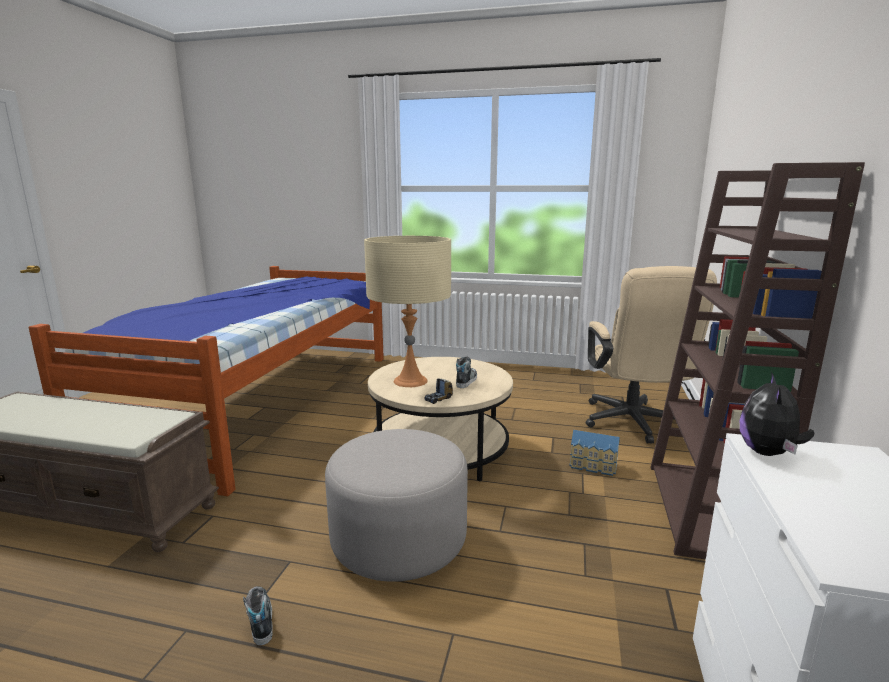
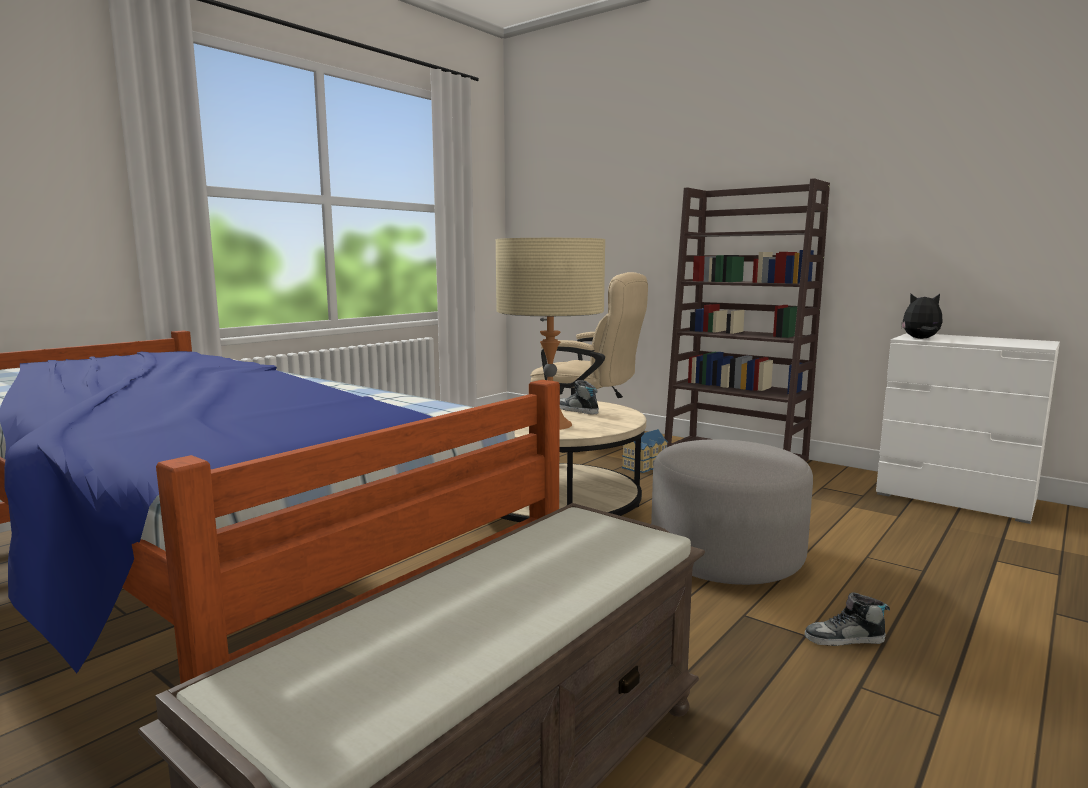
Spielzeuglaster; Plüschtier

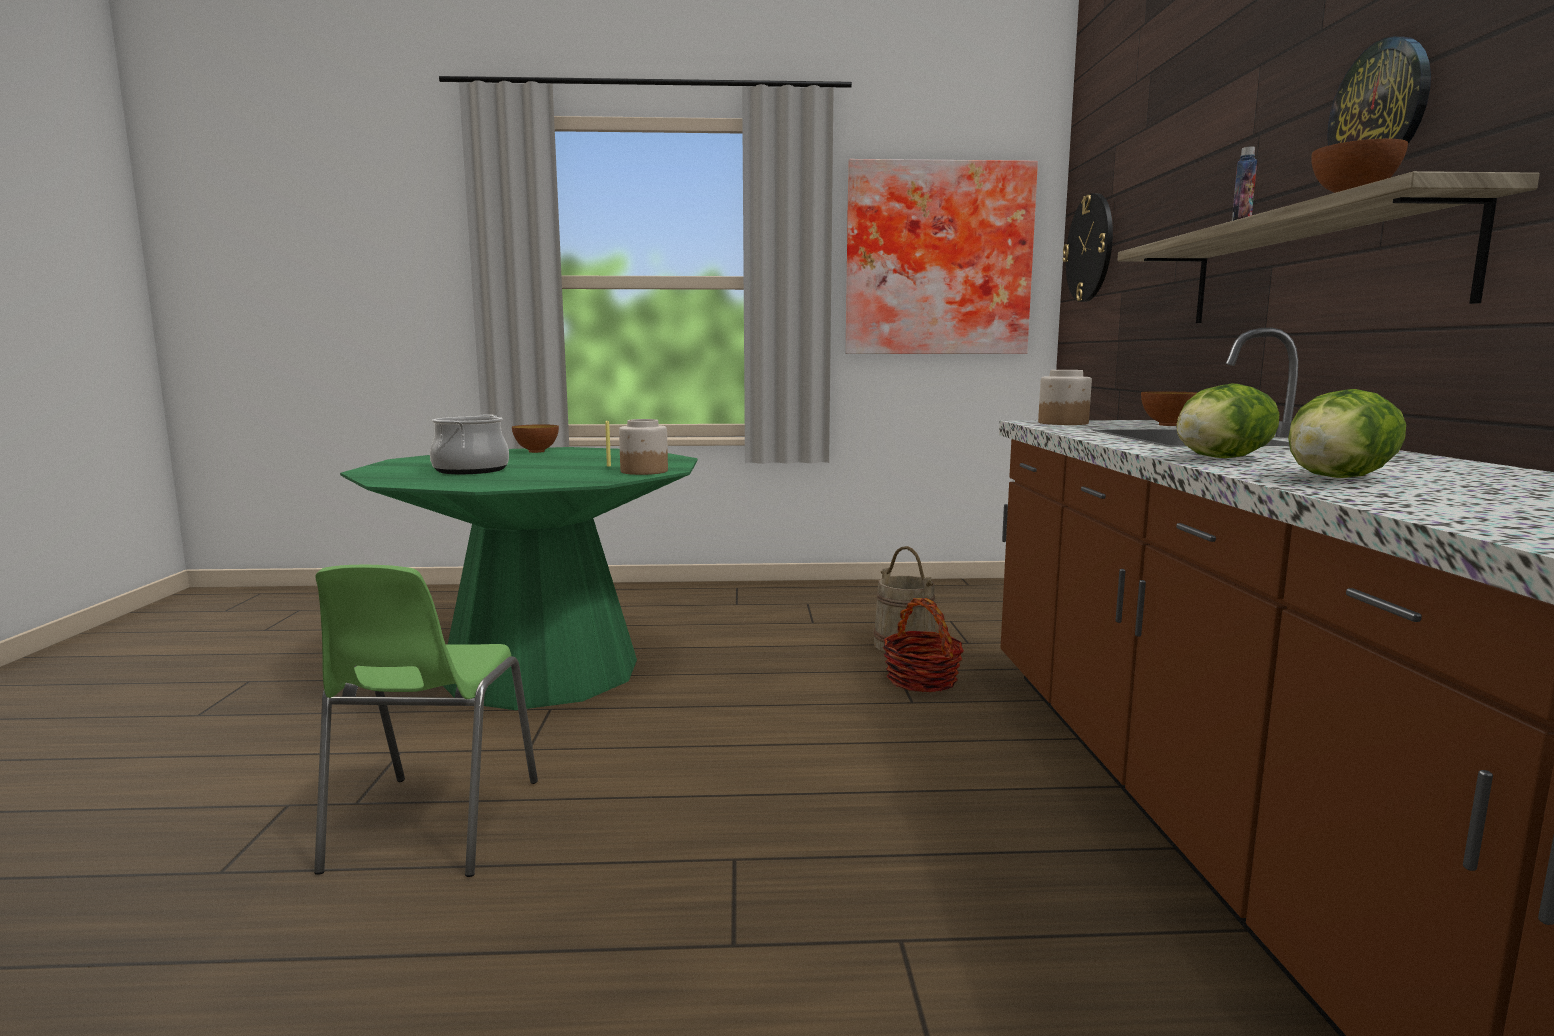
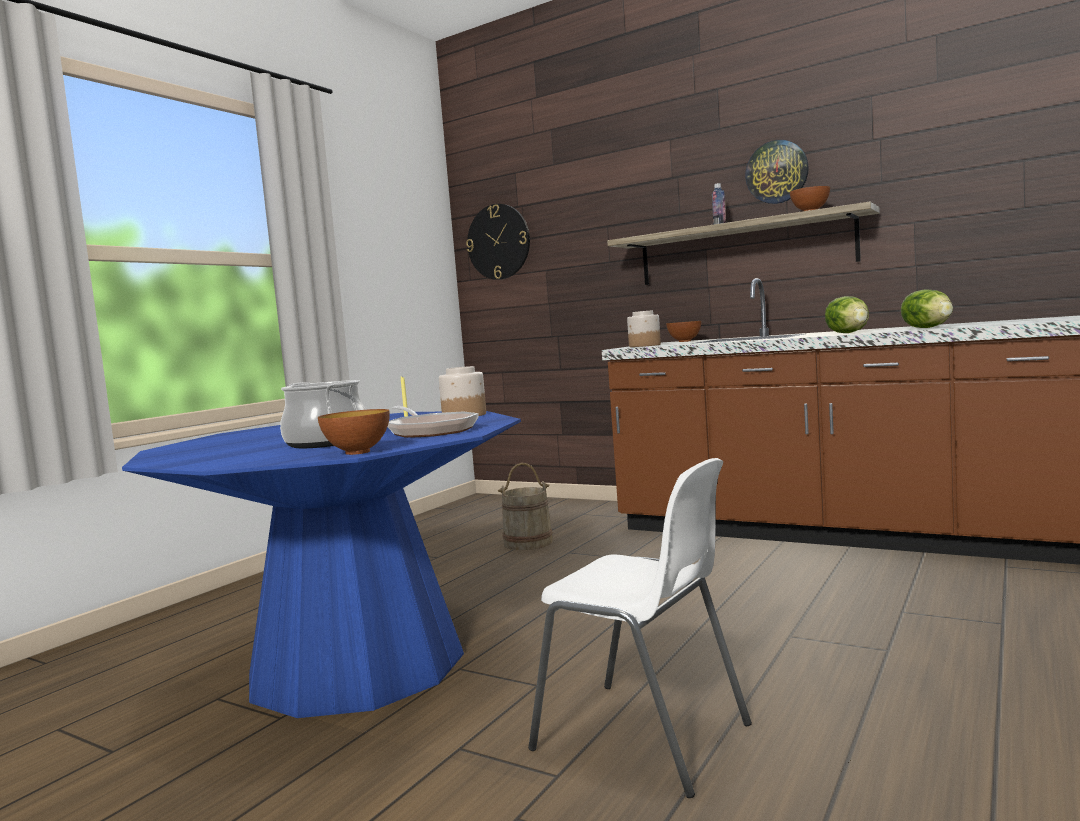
Stuhl/weiß; Esstisch/blau; Schüssel (1st from left); Bild; Korb; Pfanne

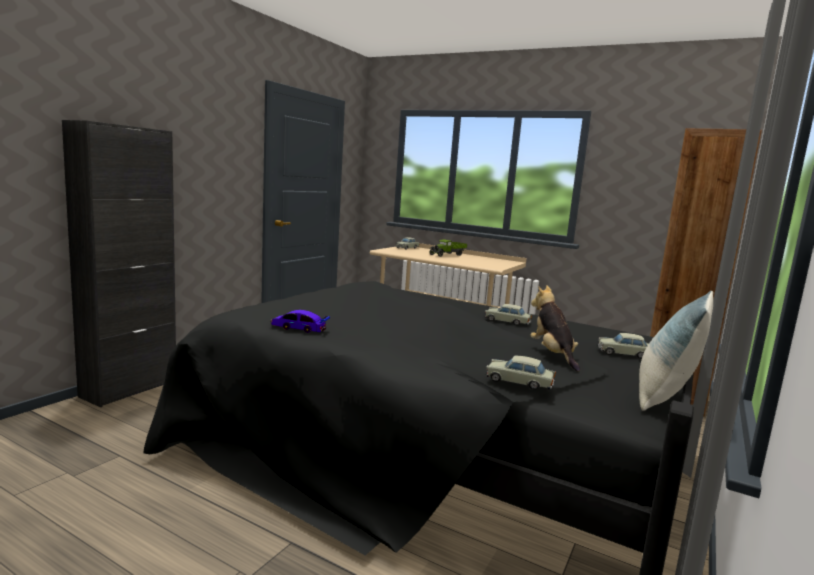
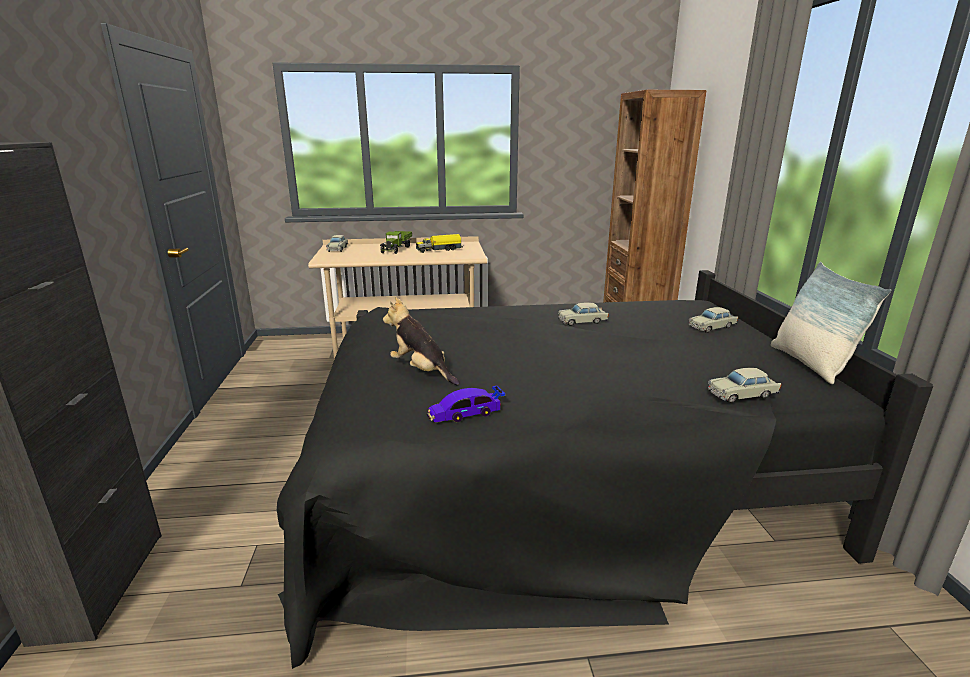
Plüschtier; Spielzeuglaster (2nd from left)

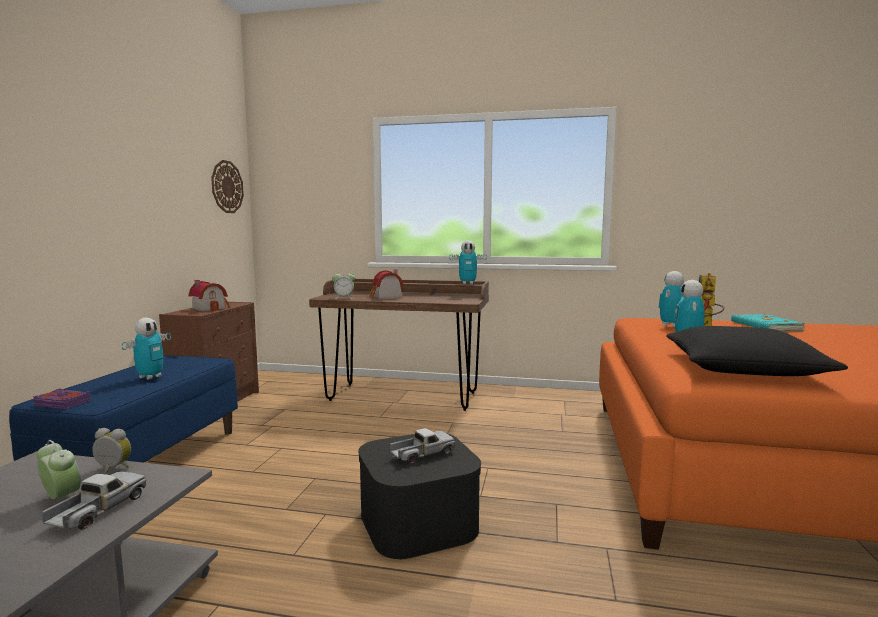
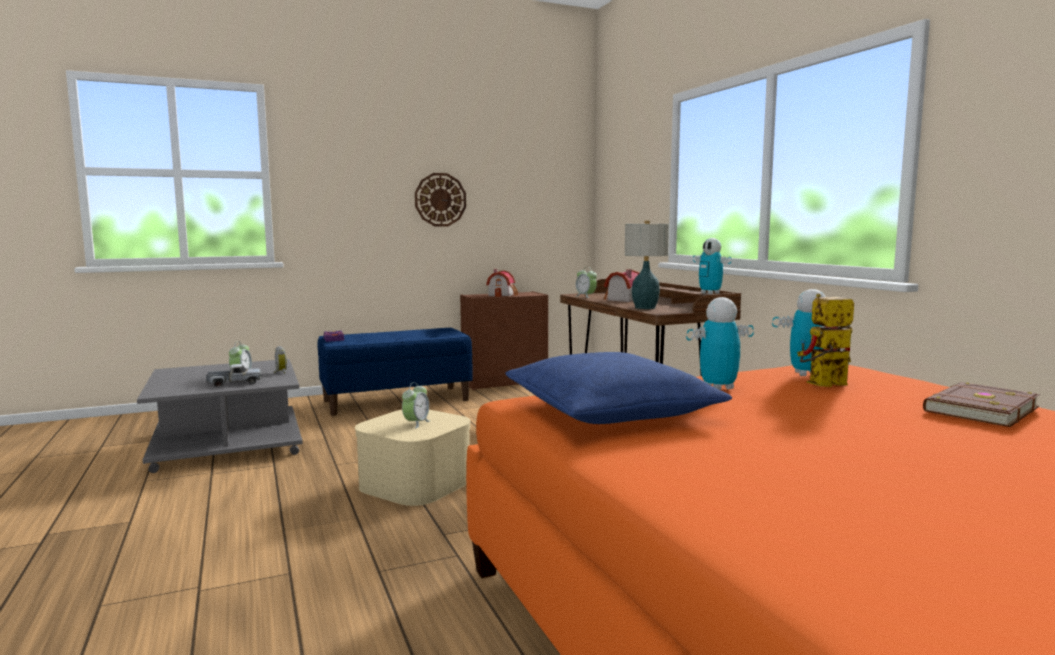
Spielzeugroboter (1st from left in the first image); Wanduhr; Aufbewahrungsbox/beige; Wecker (3rd from left); Kissen/blau; Buch/braun; Tischlampe

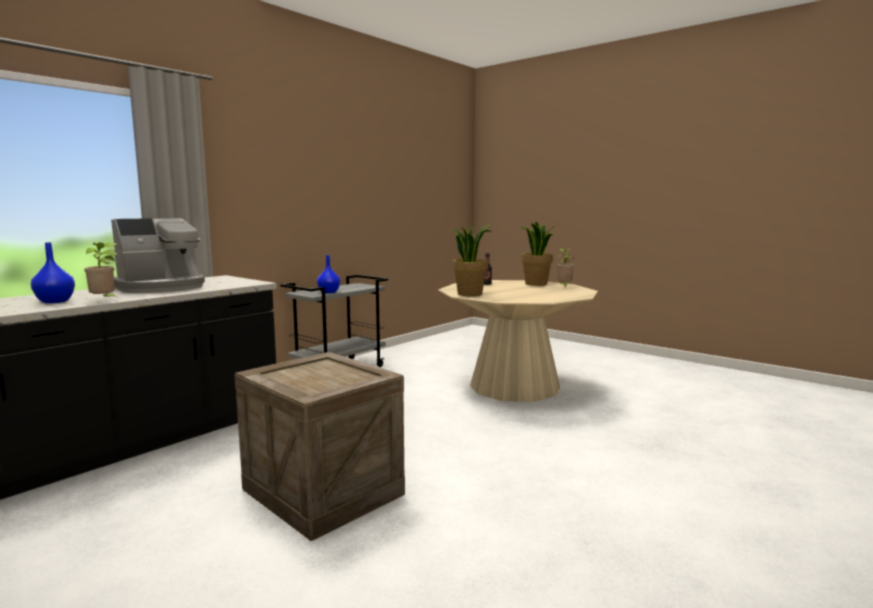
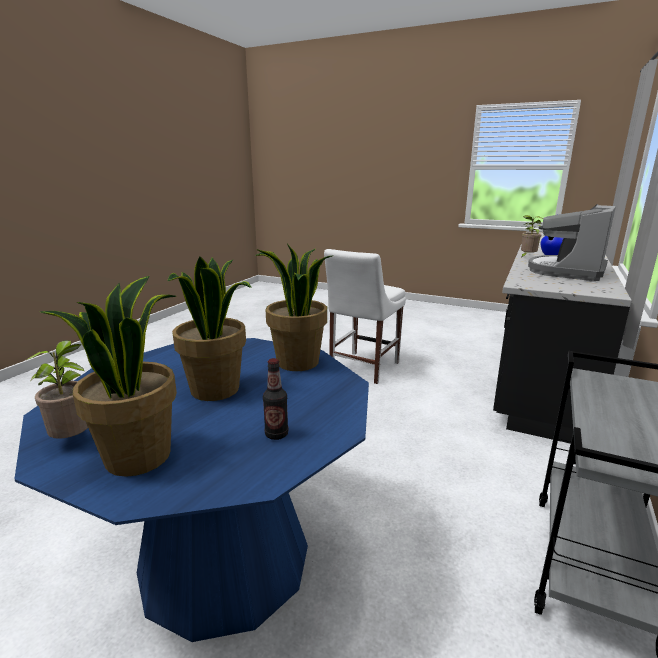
Stuhl/weiß; Vase/blau (2nd from left in the first image); Esstisch/blau; Topfpflanze (3rd from left)

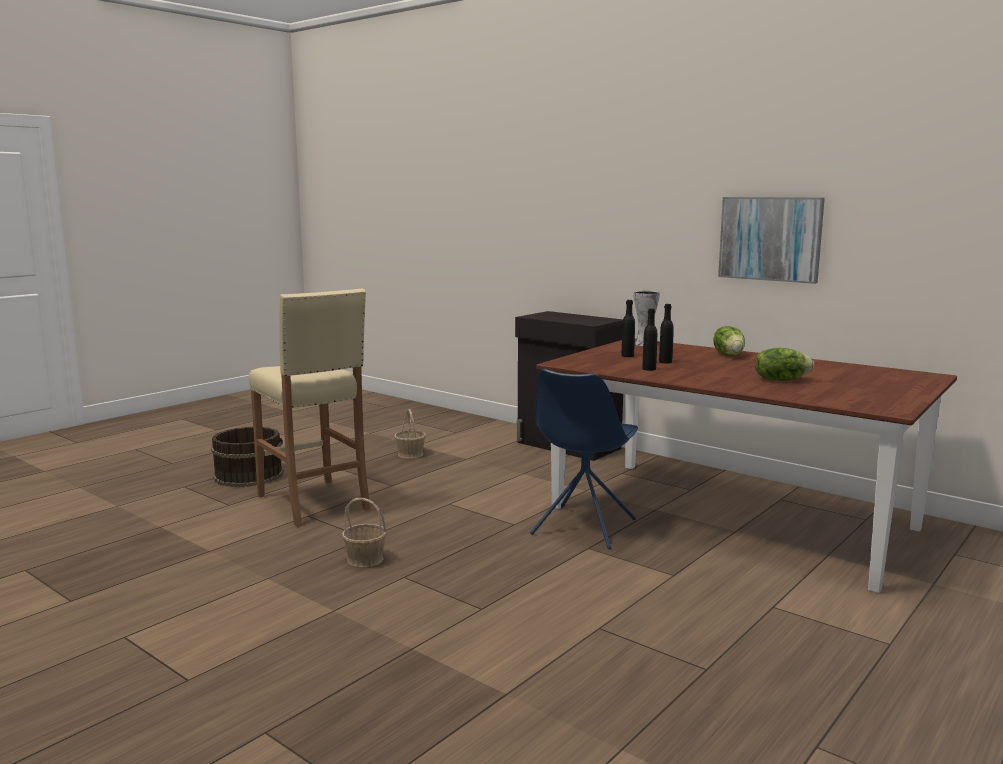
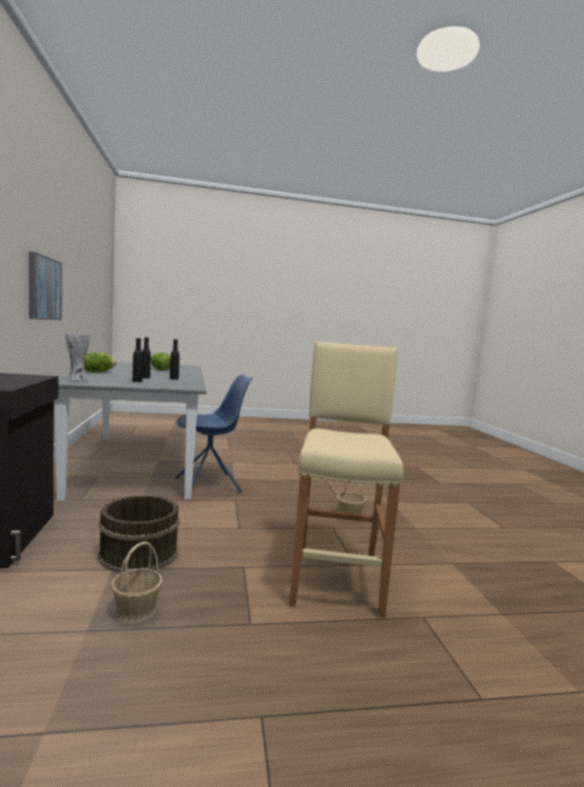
Eimer/braun; Esstisch/grau

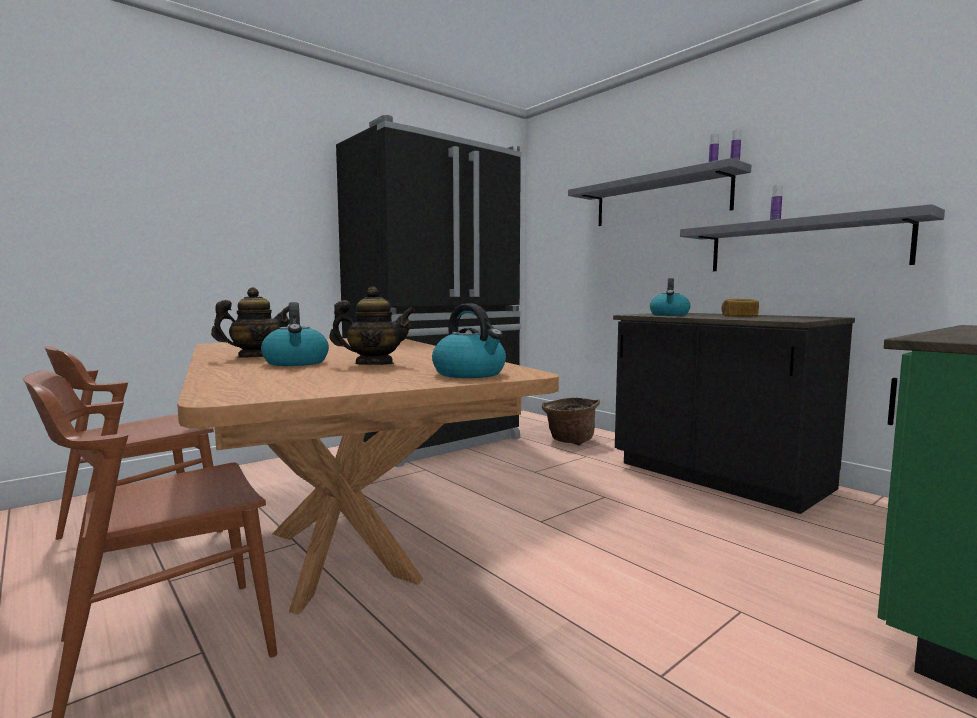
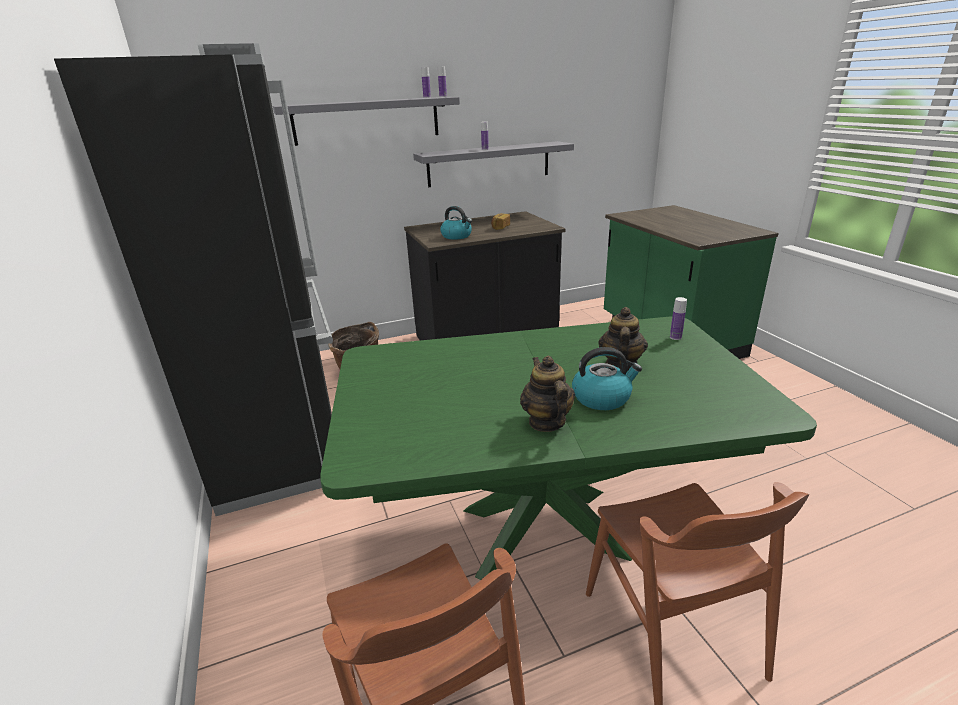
Esstisch/grün; Flasche (4th from left)

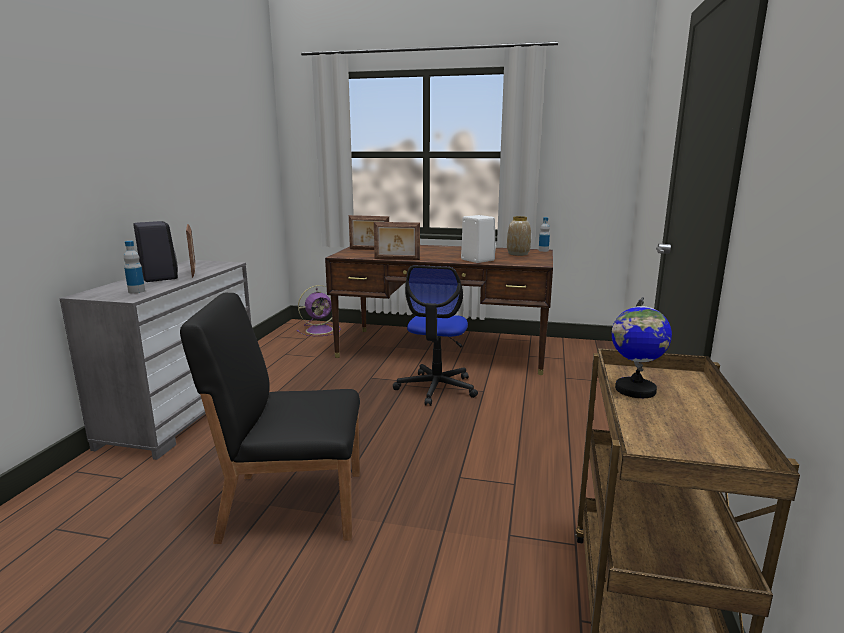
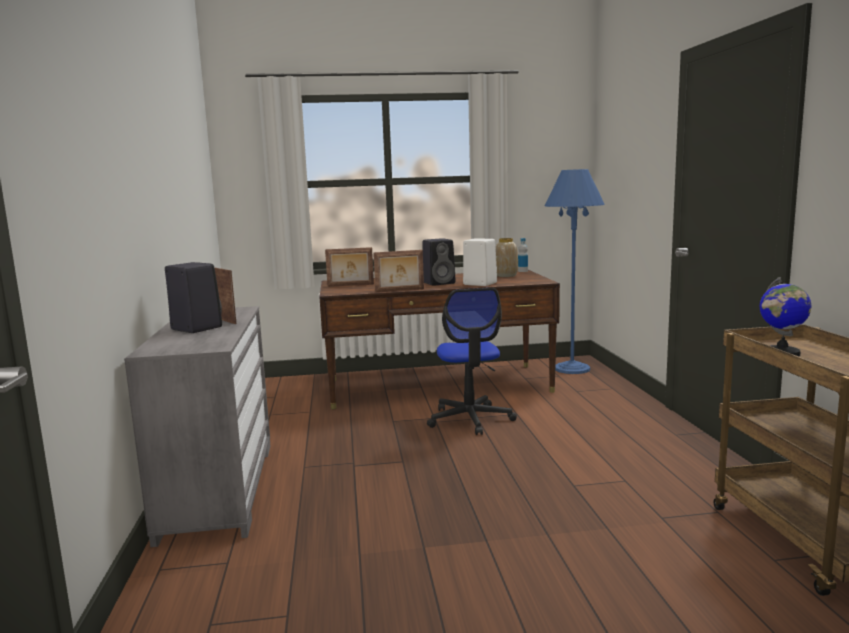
Flasche (1st from left in the first image); Stuhl/schwarz; Ventilator/lila; Lautsprecher/schwarz (2nd from left); Stehlampe/blau

